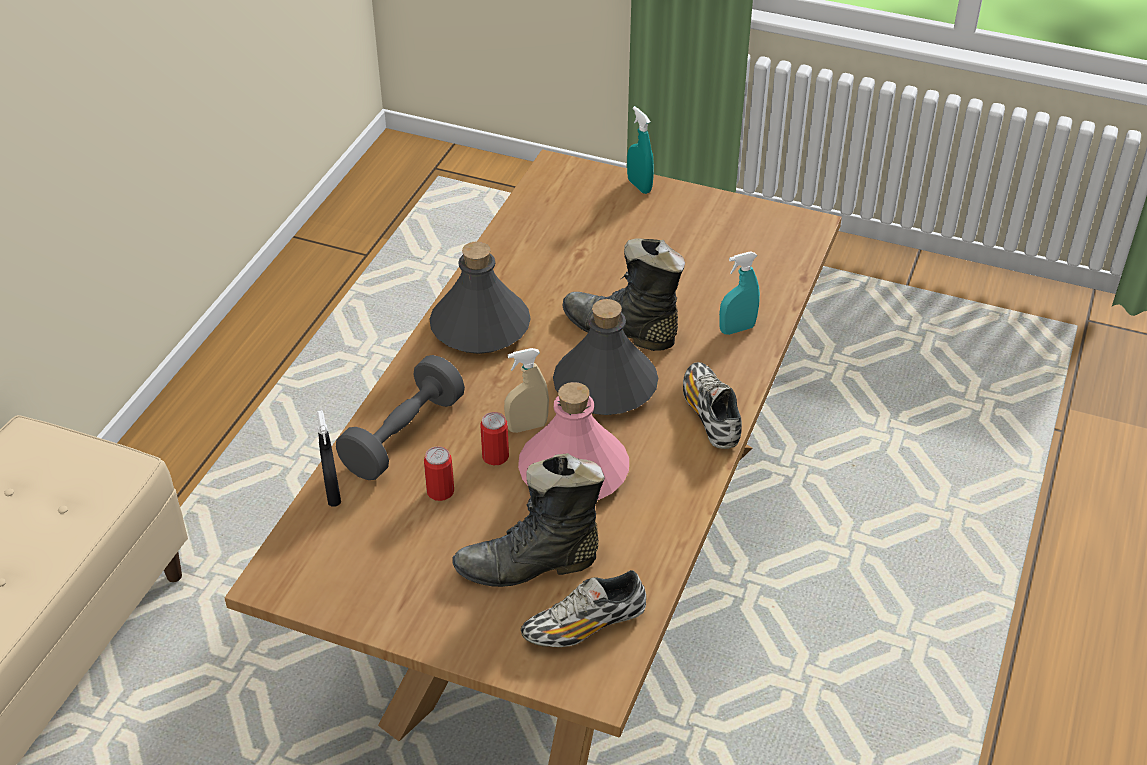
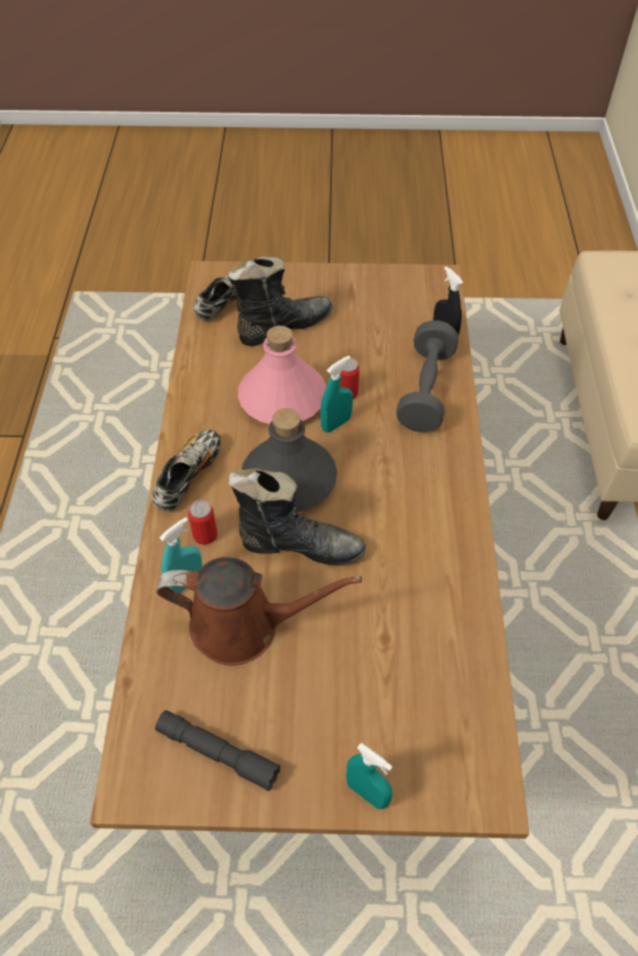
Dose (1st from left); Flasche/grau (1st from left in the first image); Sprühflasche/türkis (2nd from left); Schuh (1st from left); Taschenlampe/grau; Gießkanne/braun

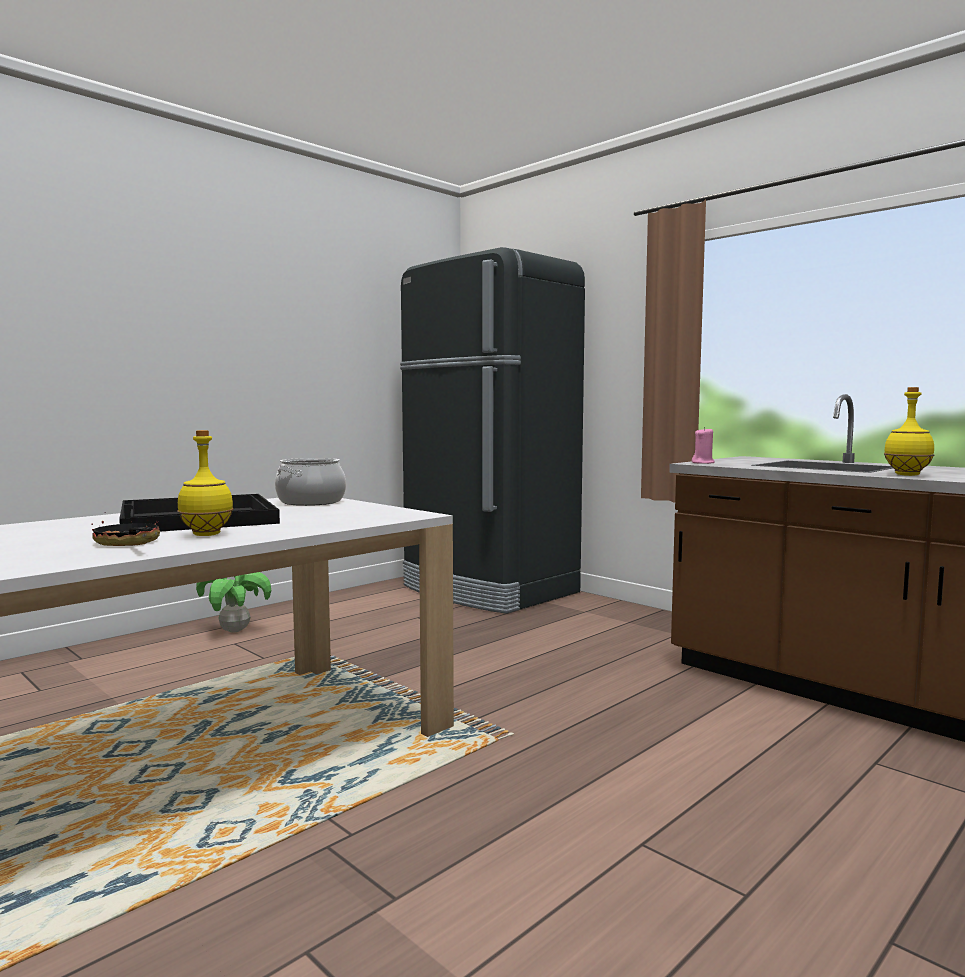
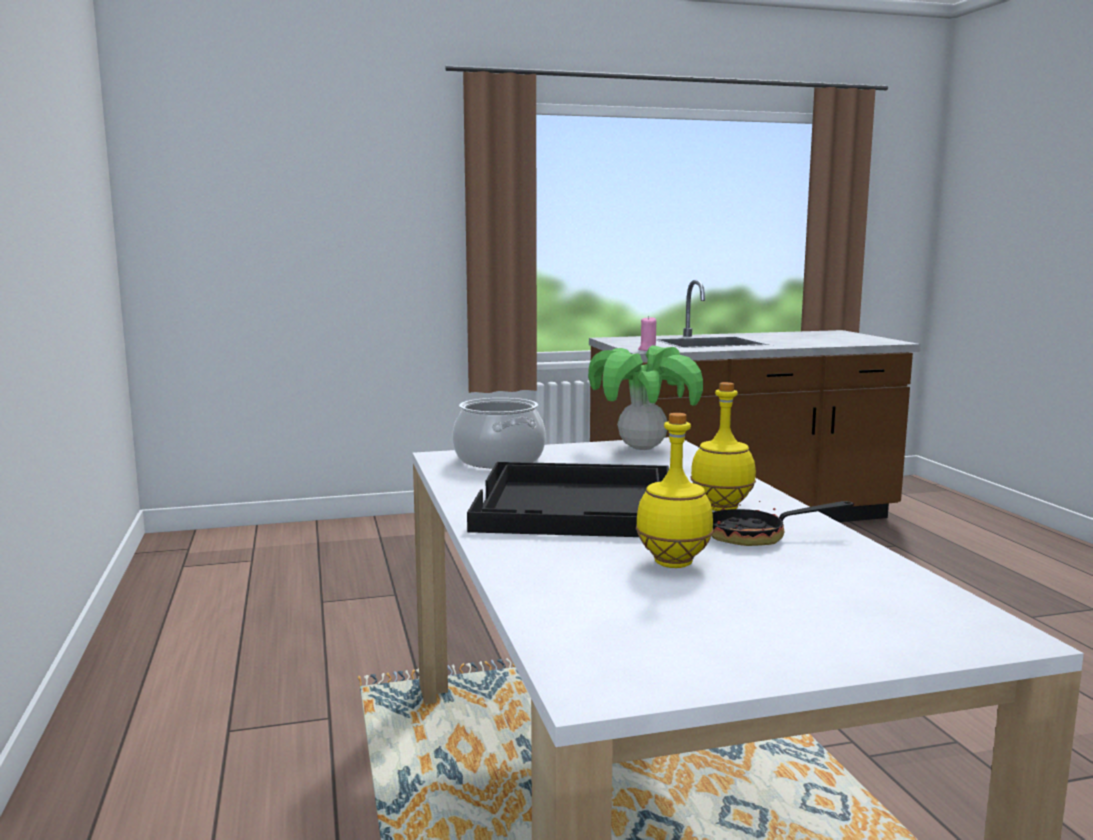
Topfpflanze; Kühlschrank/schwarz; Flasche/gelb (1st from left)

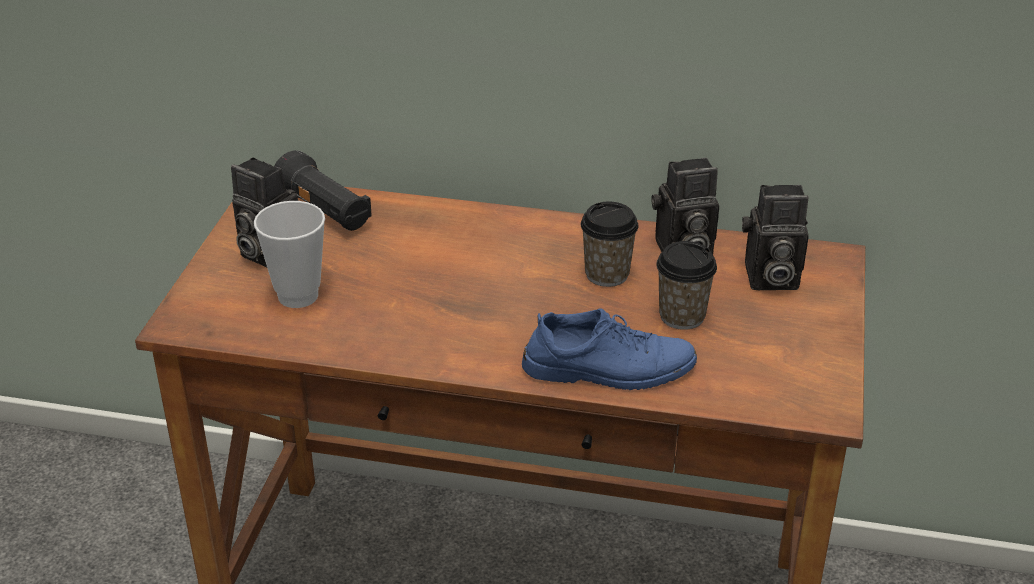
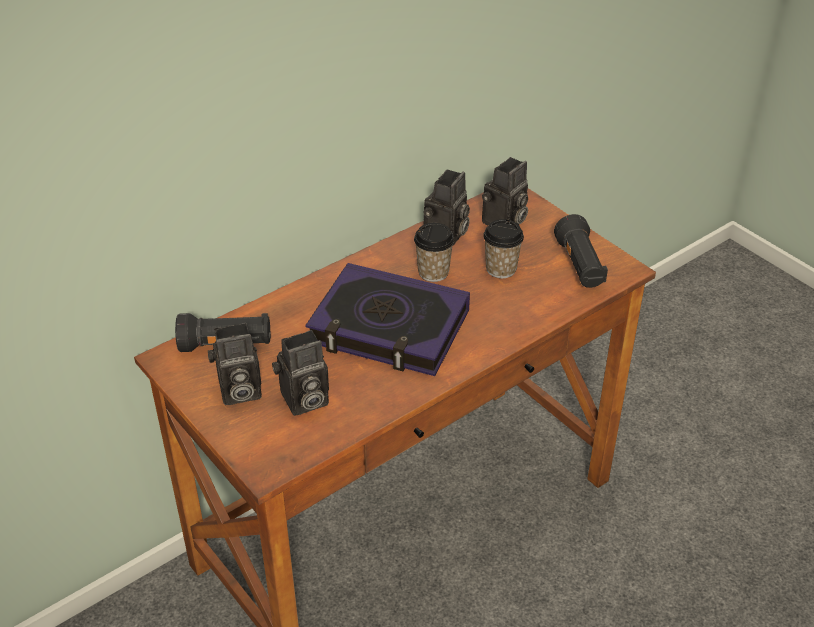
Kamera (2nd from left); Schuh/blau; Buch; Taschenlampe/schwarz (2nd from left)

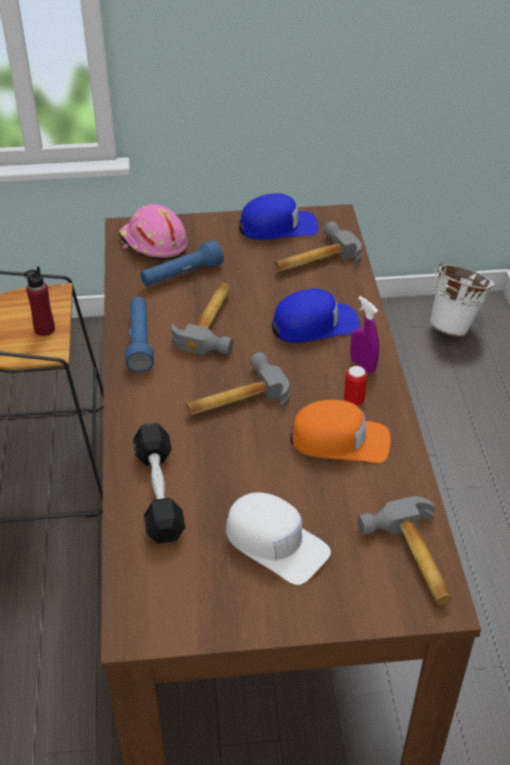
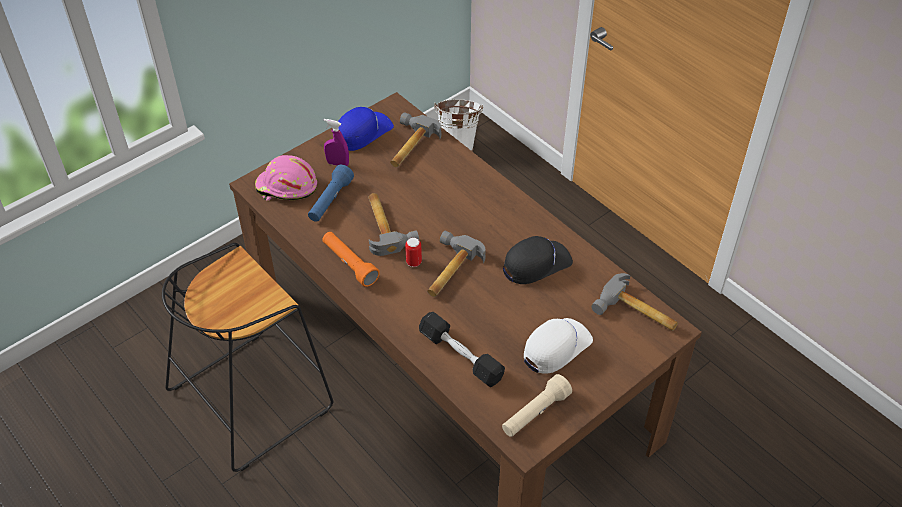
Flasche/rot; Taschenlampe/orange; Kappe/weiß; Kappe/blau (2nd from left in the first image); Kappe/schwarz; Dose; Sprühflasche/lila; Taschenlampe/beige

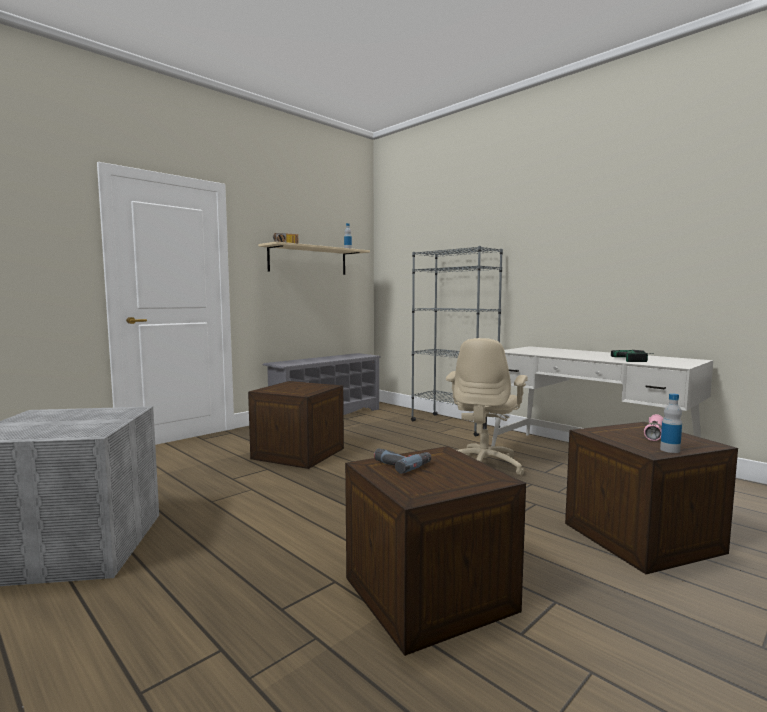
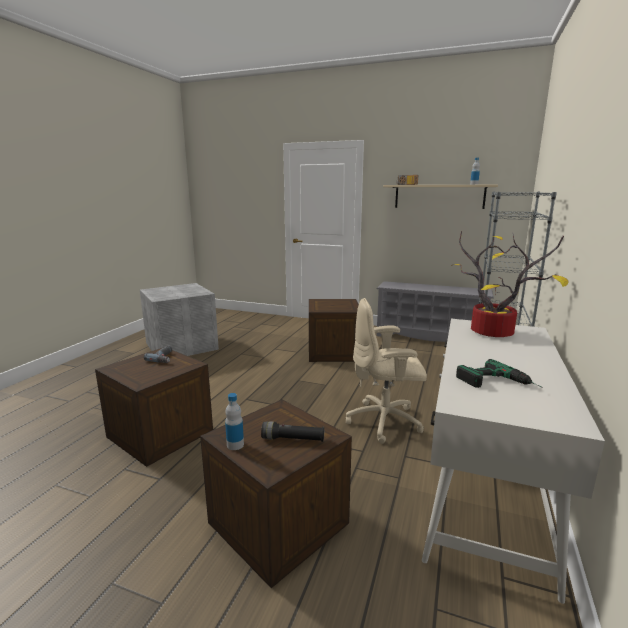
Taschenlampe/schwarz; Topfpflanze

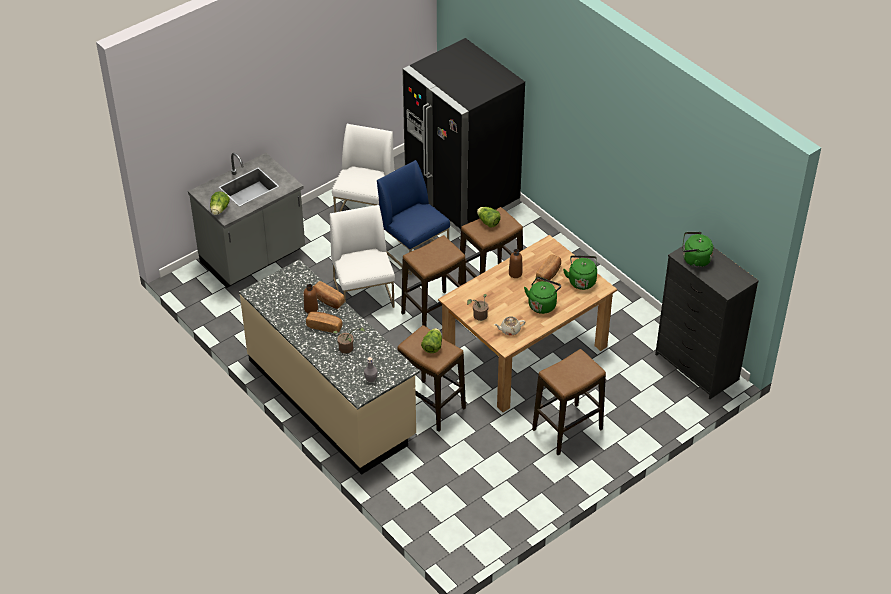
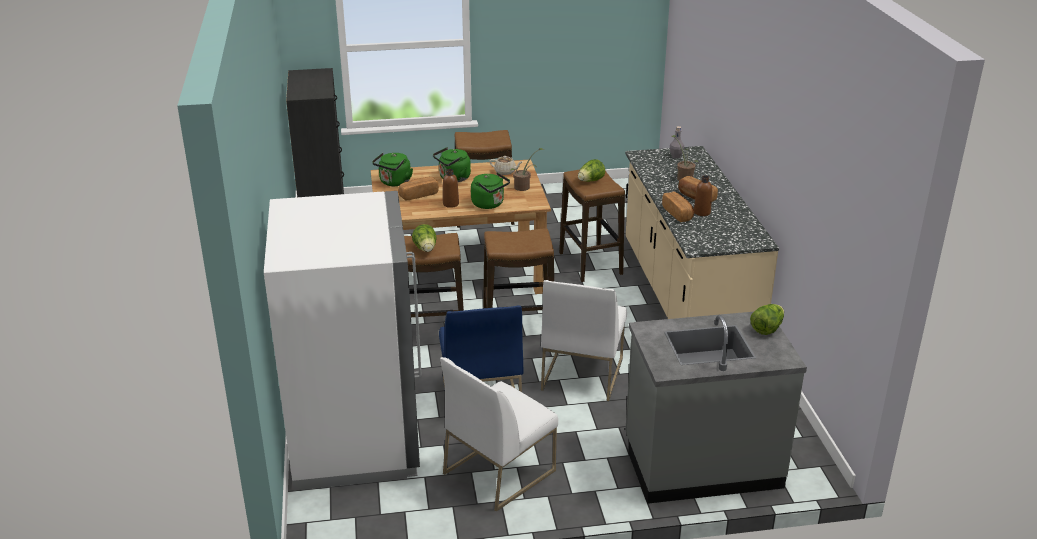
Kühlschrank/weiß; Wasserkessel/grün (3rd from left)

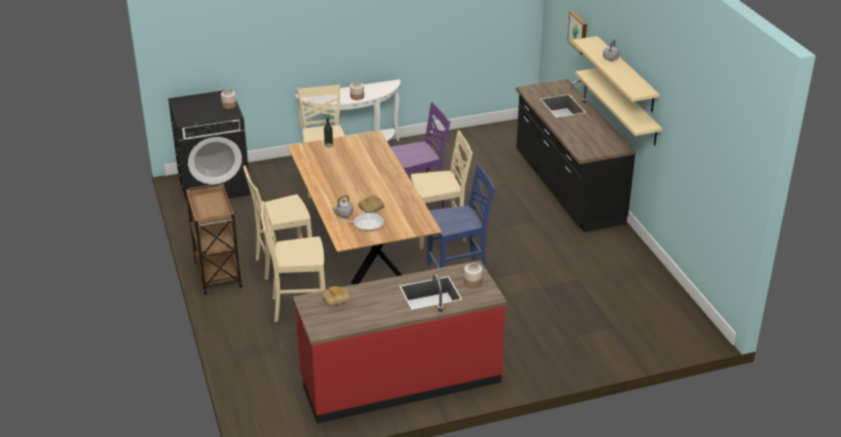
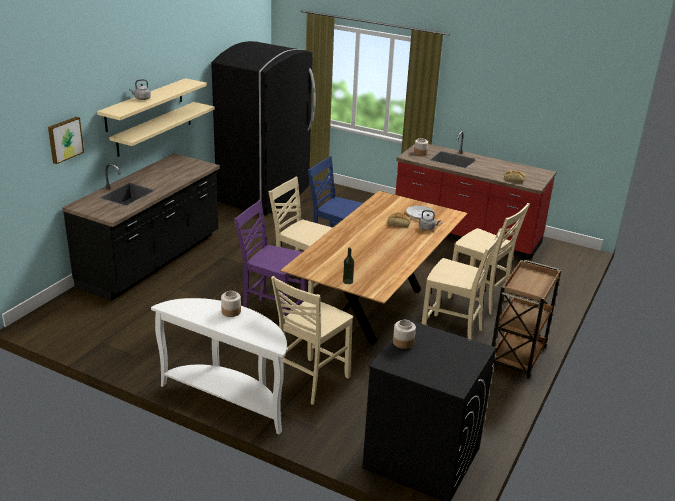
Kühlschrank/schwarz

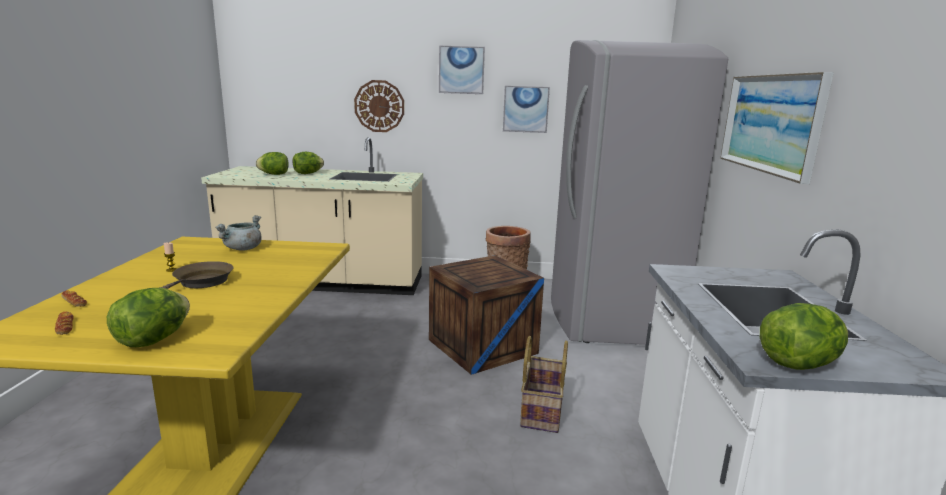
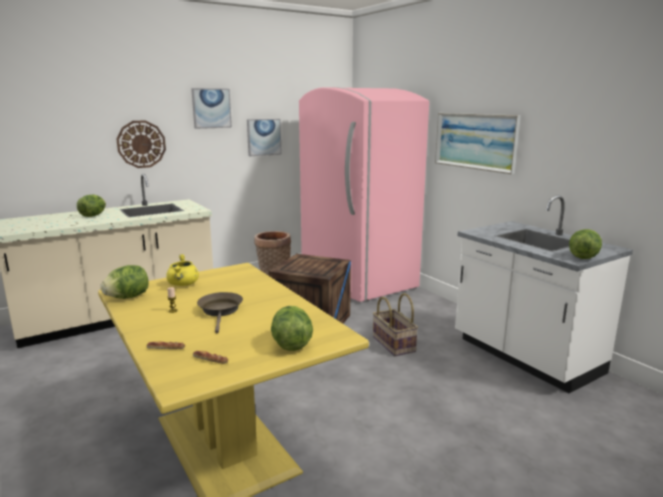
Kochtopf/gelb; Salatkopf (2nd from left); Kühlschrank/rosa

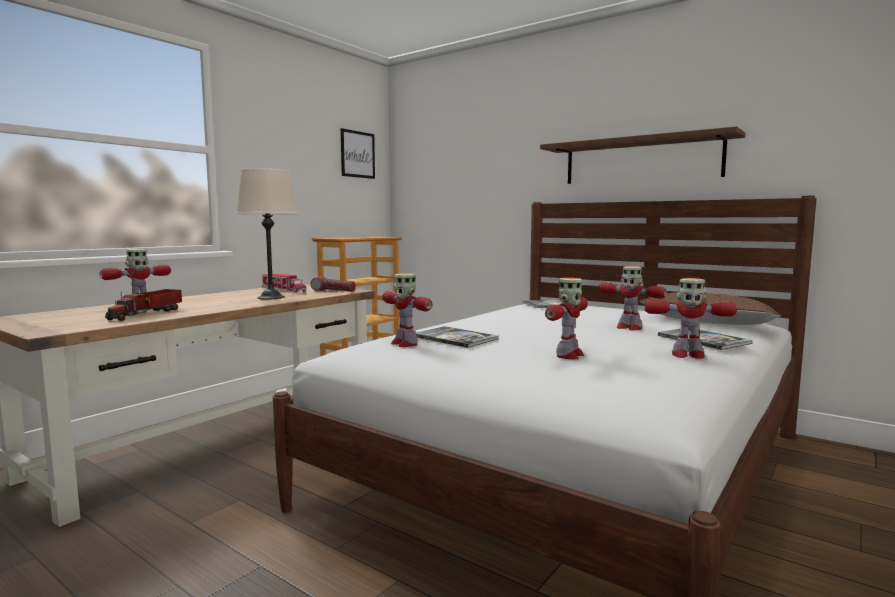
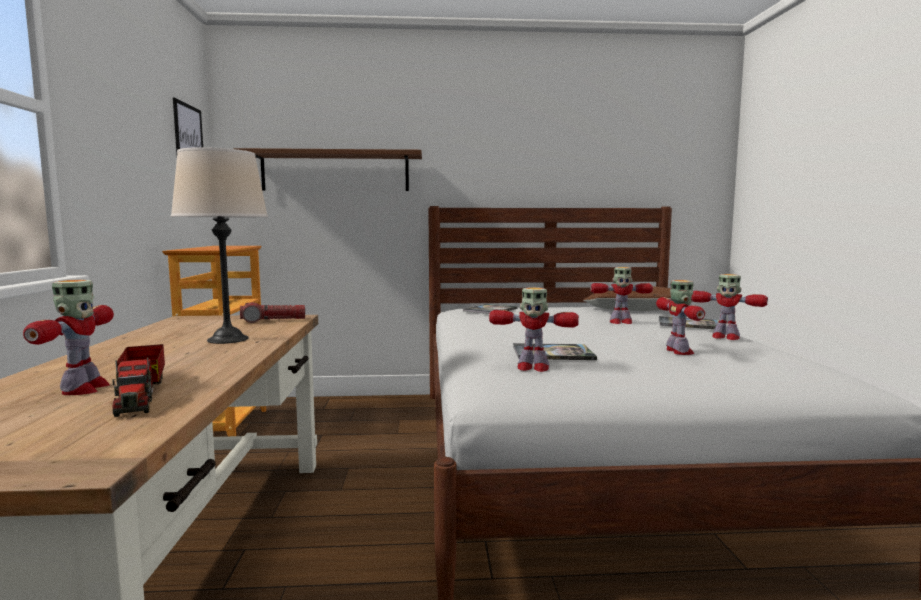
Spielzeuglaster (2nd from left in the first image); Wandregal/braun; Spielzeugroboter (5th from left)

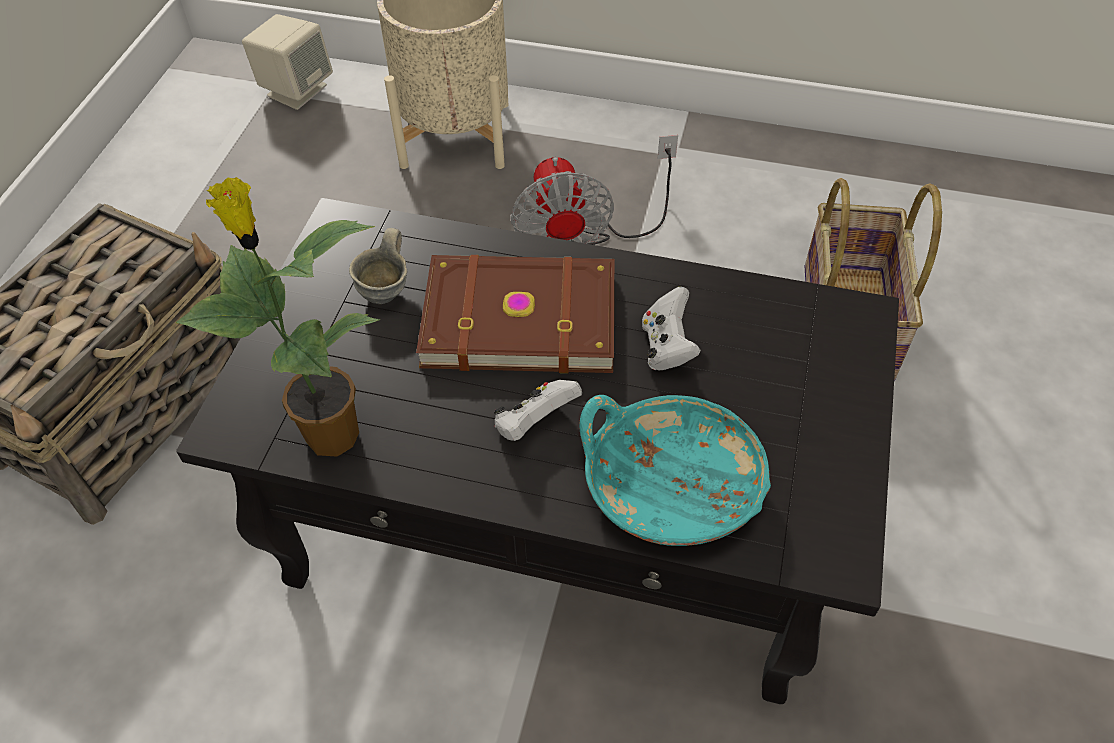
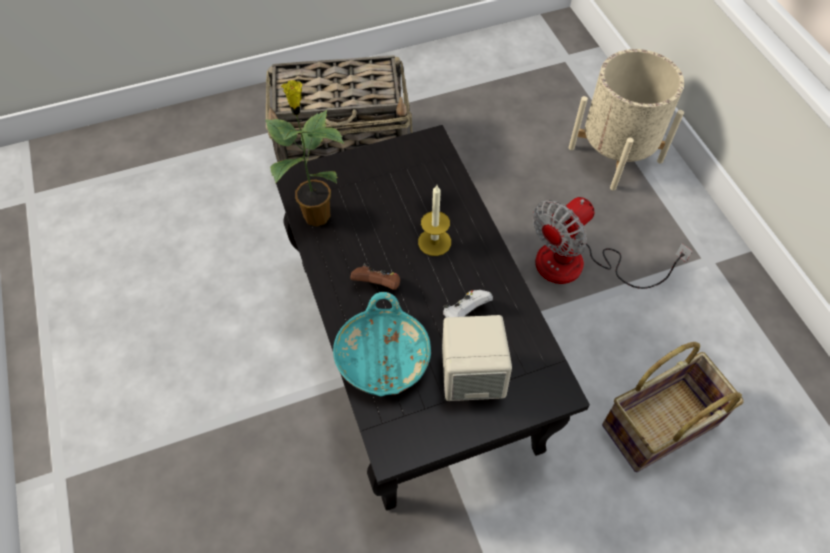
Lautsprecher/beige; Henkelbecher/grau; Kerze; Gamepad/braun

